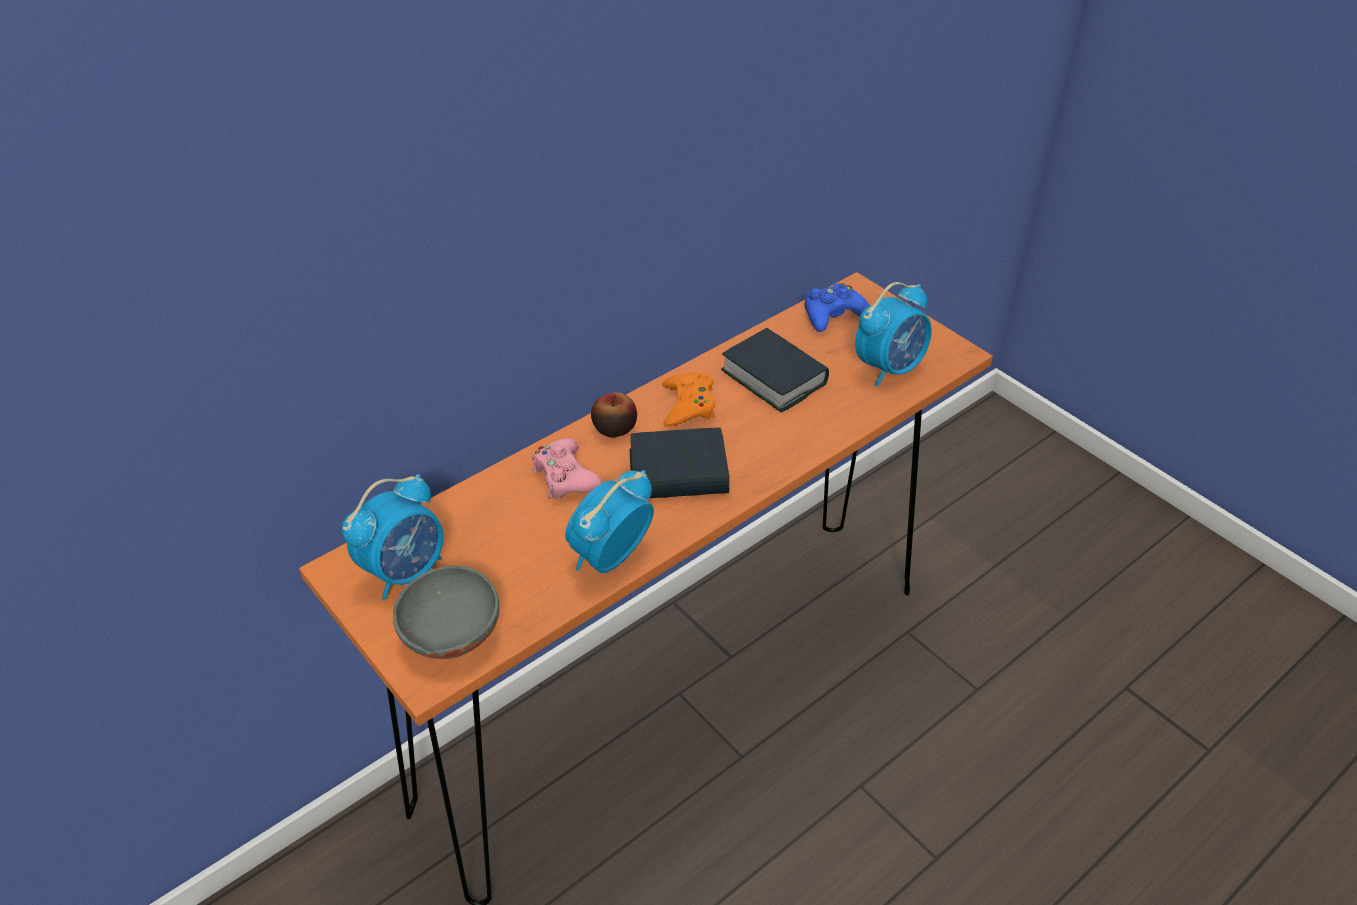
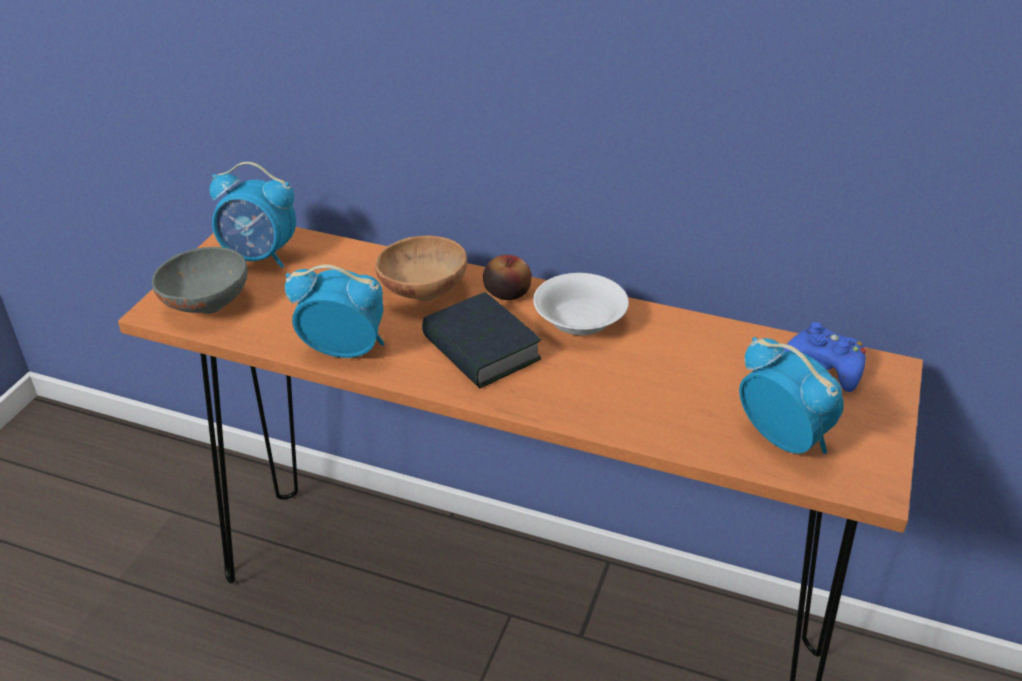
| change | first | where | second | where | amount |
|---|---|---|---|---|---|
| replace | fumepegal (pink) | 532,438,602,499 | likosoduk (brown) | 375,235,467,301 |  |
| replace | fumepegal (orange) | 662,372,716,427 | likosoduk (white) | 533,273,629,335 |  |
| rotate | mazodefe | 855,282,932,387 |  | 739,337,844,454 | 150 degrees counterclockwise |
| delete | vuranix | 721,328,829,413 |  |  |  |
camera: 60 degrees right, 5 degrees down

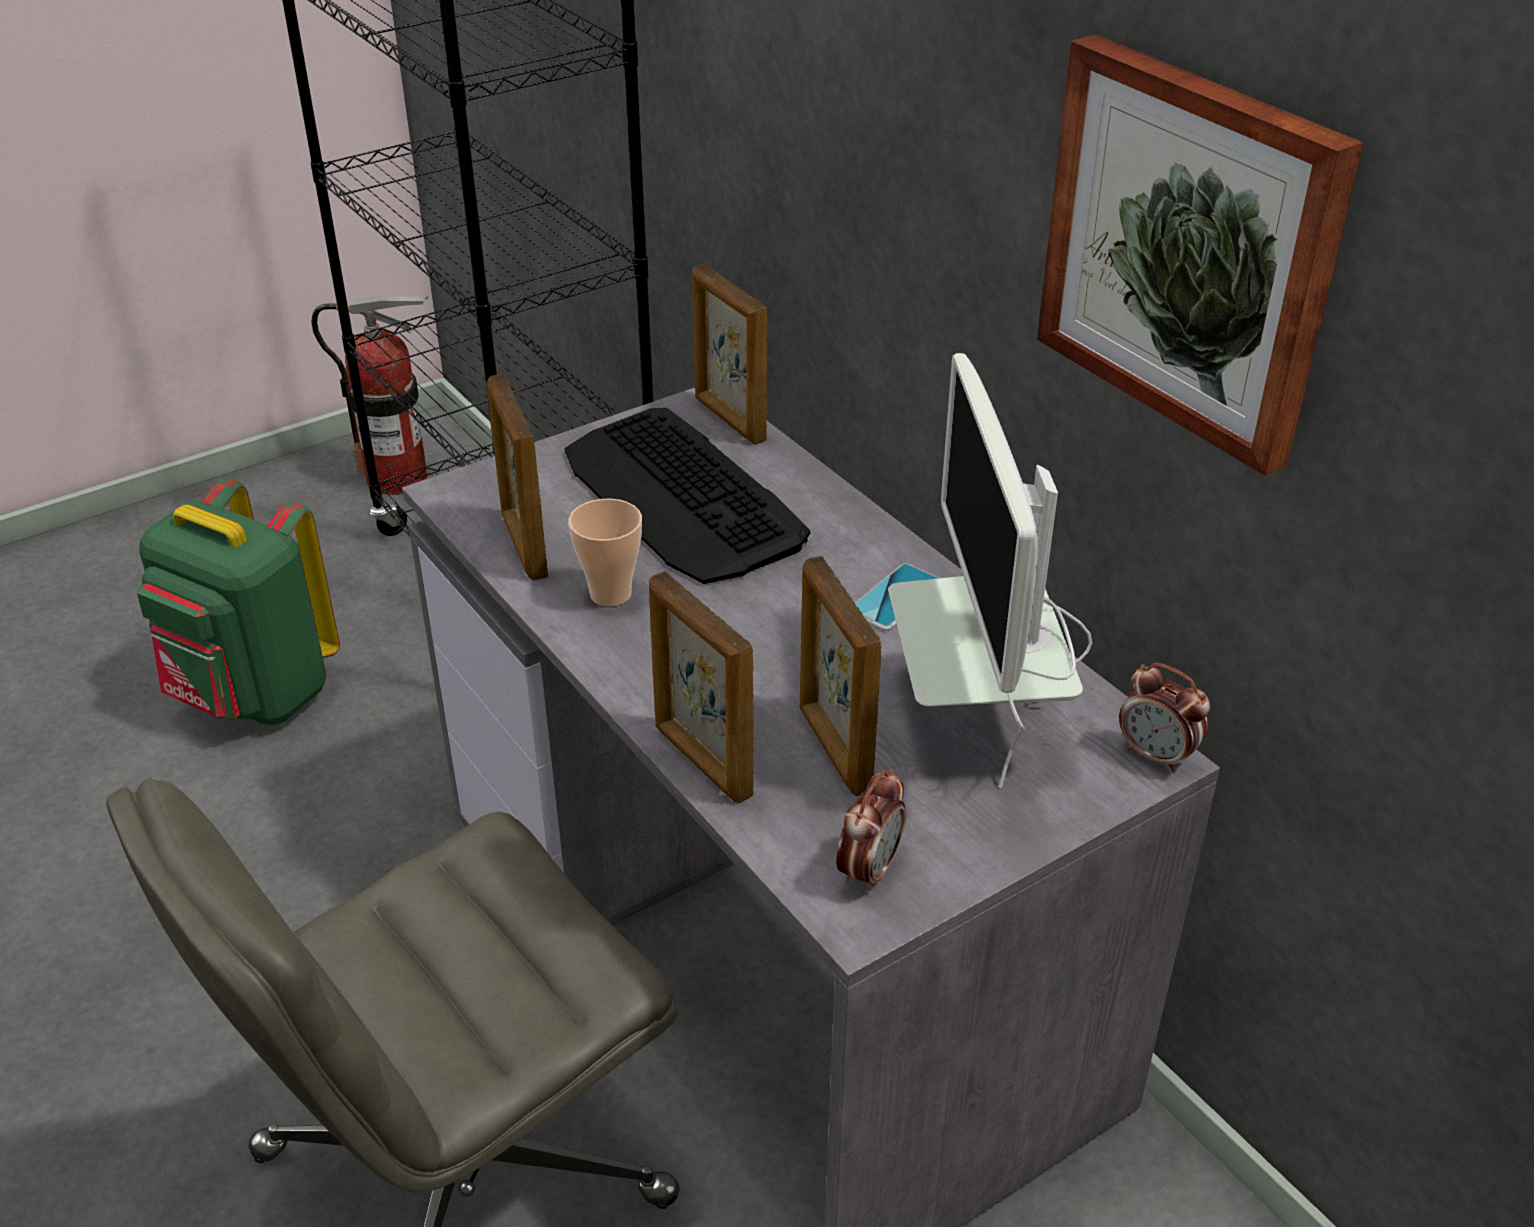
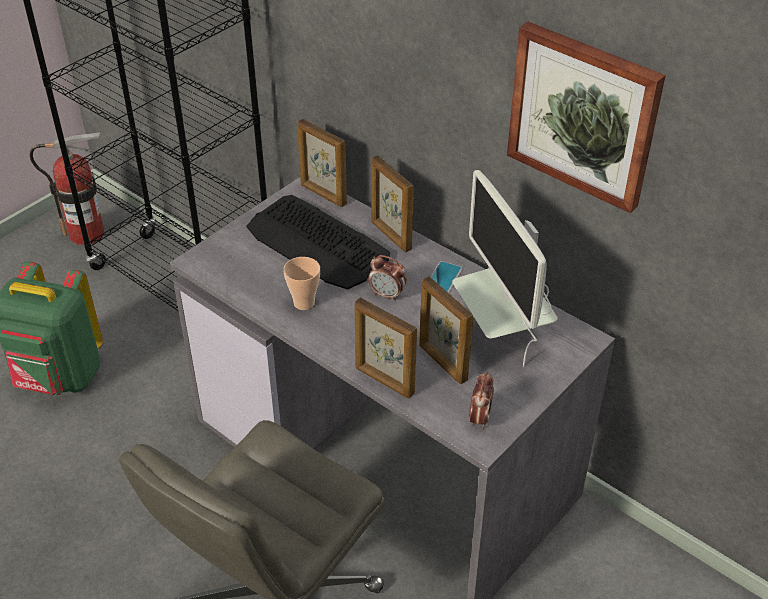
| change | first | where | second | where | amount |
|---|---|---|---|---|---|
| move | mazodefe | 1119,663,1210,773 |  | 368,255,407,301 |  |
| move | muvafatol | 487,374,548,580 |  | 371,155,414,252 |  |
camera: 15 degrees left, 5 degrees up

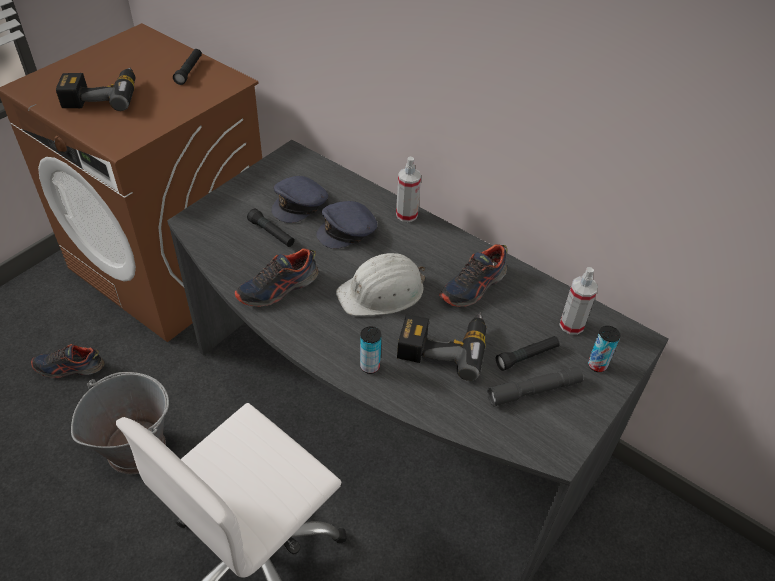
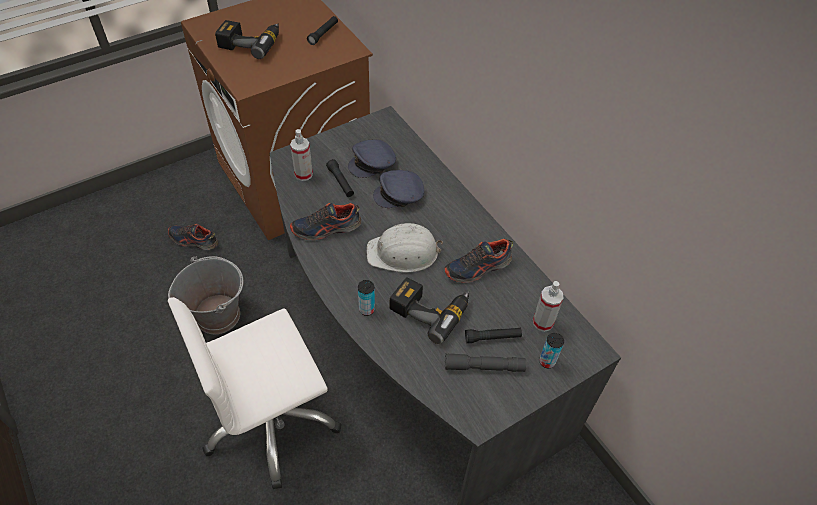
| change | first | where | second | where | amount |
|---|---|---|---|---|---|
| move | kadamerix | 396,157,421,222 |  | 290,129,313,181 |  |
camera: 20 degrees right, 5 degrees up

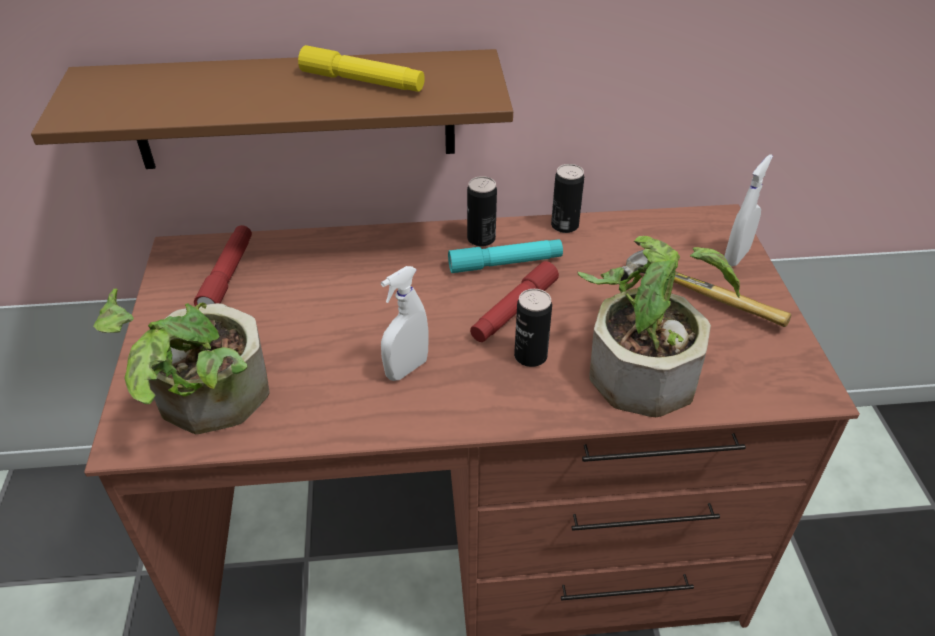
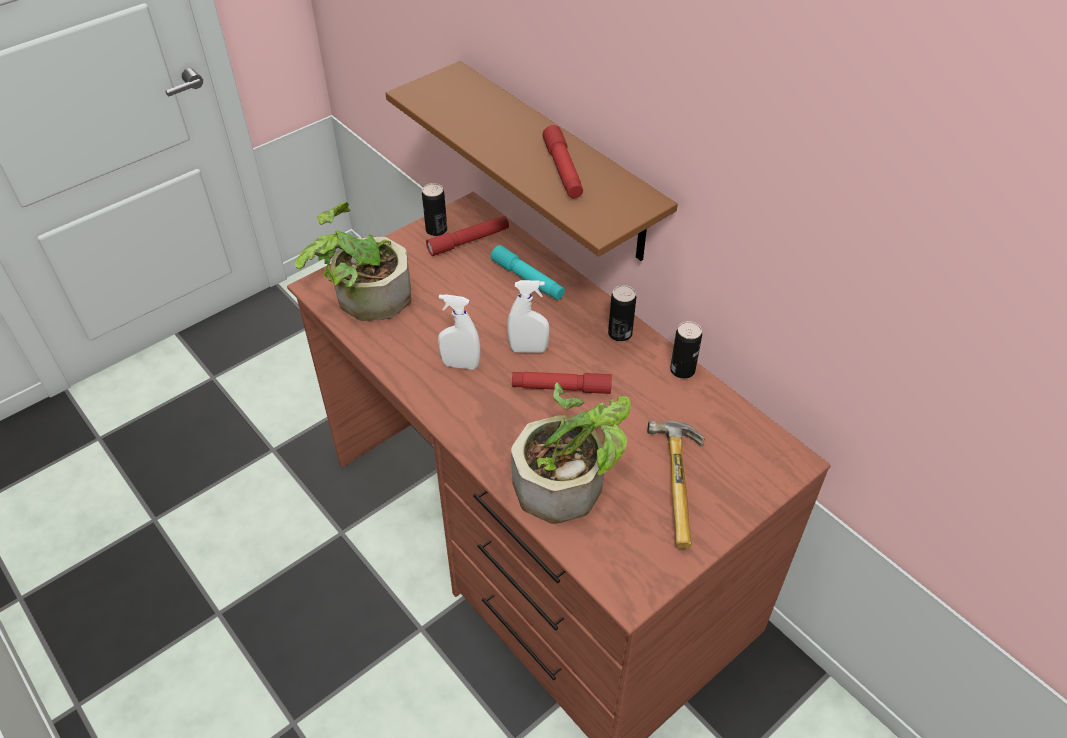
| change | first | where | second | where | amount |
|---|---|---|---|---|---|
| move | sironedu | 514,289,552,367 |  | 422,183,447,236 |  |
| move | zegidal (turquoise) | 448,239,563,273 |  | 491,245,565,300 |  |
| move | kadamerix (white) | 724,154,773,267 |  | 507,280,550,353 |  |
| recolor | zegidal (yellow) | 298,45,425,92 | zegidal (red) | 542,125,583,198 |  |
camera: 55 degrees right, 5 degrees up

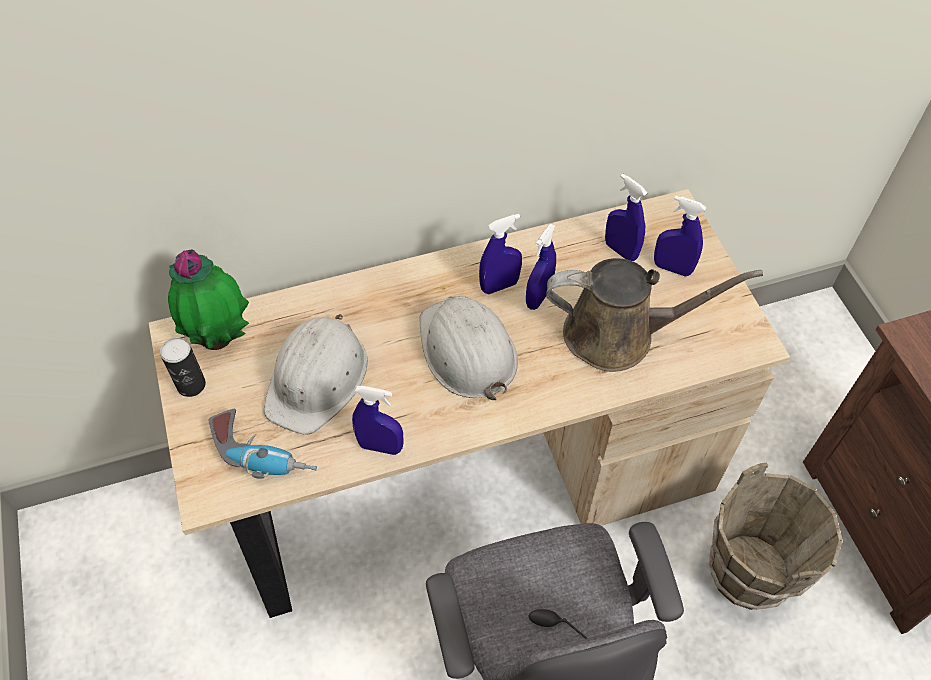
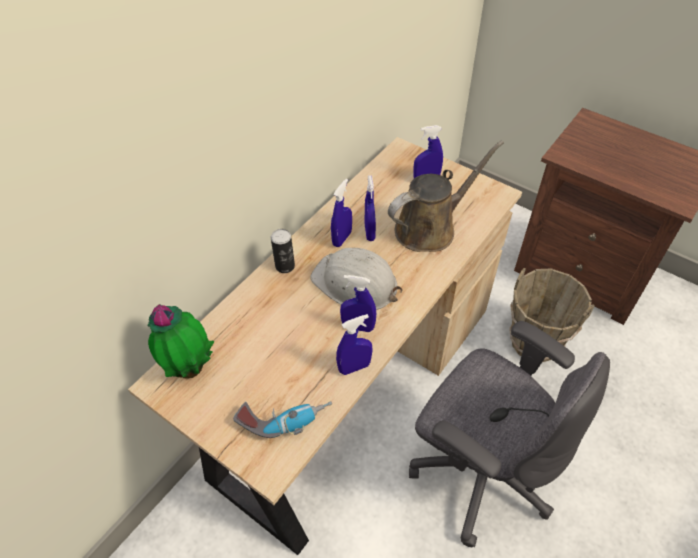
| change | first | where | second | where | amount |
|---|---|---|---|---|---|
| move | sironedu | 160,337,206,397 |  | 271,229,295,273 |  |
| move | kadamerix (blue) | 605,174,647,261 |  | 340,275,376,332 |  |
| delete | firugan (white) | 264,314,368,434 |  |  |  |
camera: 35 degrees left, 5 degrees down

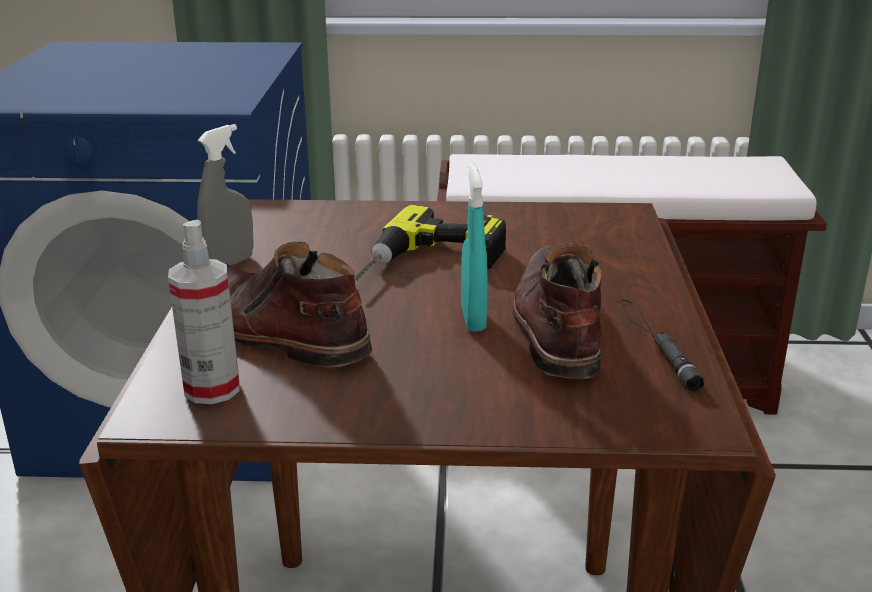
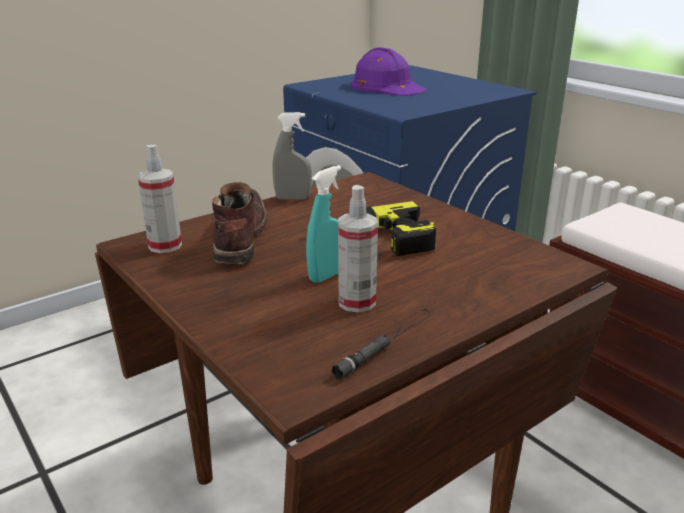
| change | first | where | second | where | amount |
|---|---|---|---|---|---|
| replace | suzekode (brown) | 513,243,602,379 | kadamerix | 338,185,378,313 |  |
| insert |  |  | firugan (purple) | 351,47,427,96 |  |
camera: 50 degrees right, 0 degrees up

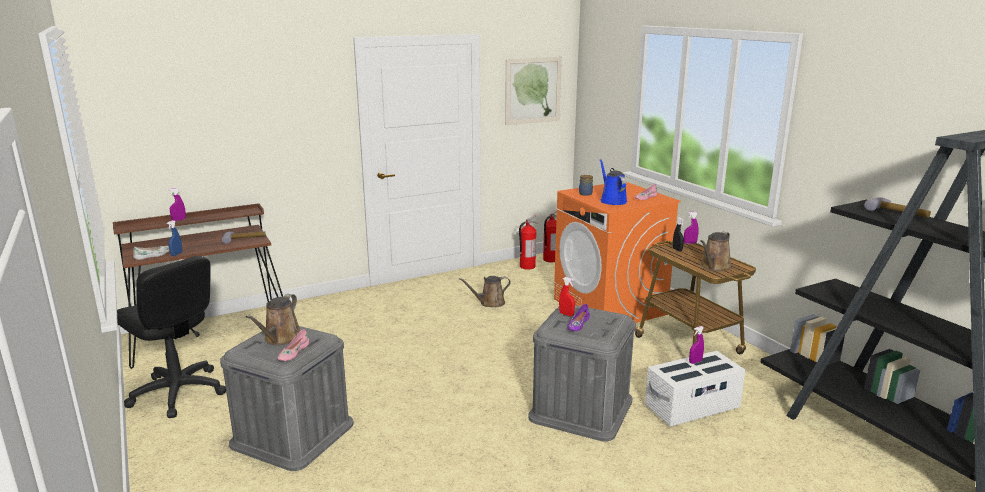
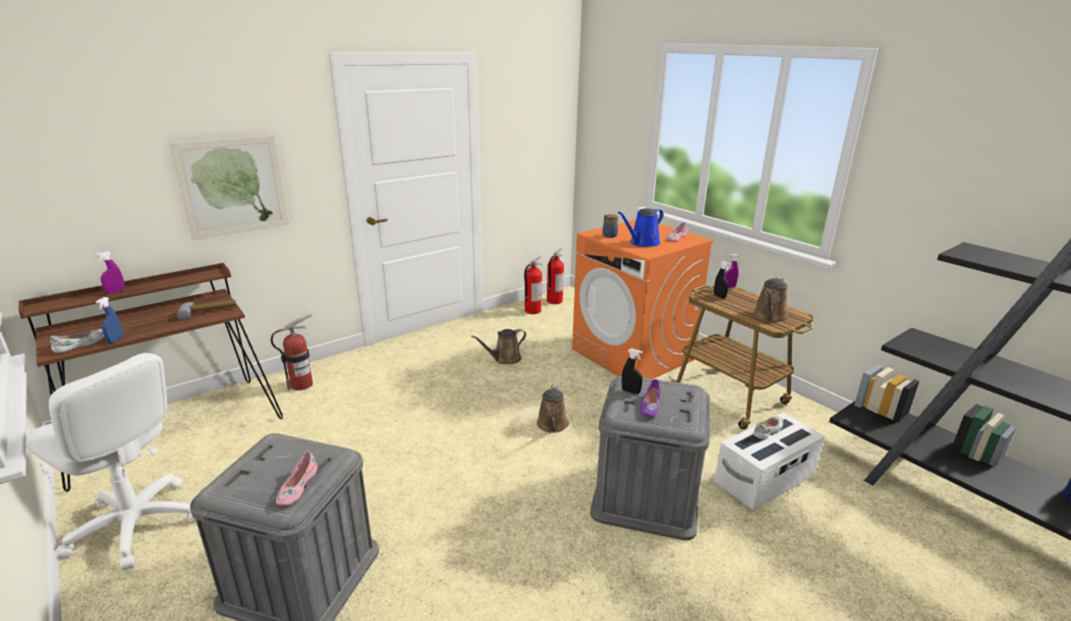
| change | first | where | second | where | amount |
|---|---|---|---|---|---|
| recolor | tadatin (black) | 117,256,226,418 | tadatin (white) | 26,353,196,570 |  |
| move | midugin | 505,57,562,125 |  | 169,135,289,240 |  |
| insert |  |  | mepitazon | 271,314,313,391 |  |
| move | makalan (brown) | 246,294,300,345 |  | 537,384,569,433 |  |
| rotate | makalan (blue) | 600,159,627,205 |  | 618,208,664,247 | 105 degrees counterclockwise |
| recolor | kadamerix (red) | 559,277,575,316 | kadamerix (black) | 622,348,643,394 |  |
| replace | kadamerix (purple) | 689,326,704,364 | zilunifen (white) | 754,416,783,439 |  |
| delete | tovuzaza | 864,197,931,218 |  |  |  |
camera: 10 degrees left, 5 degrees up

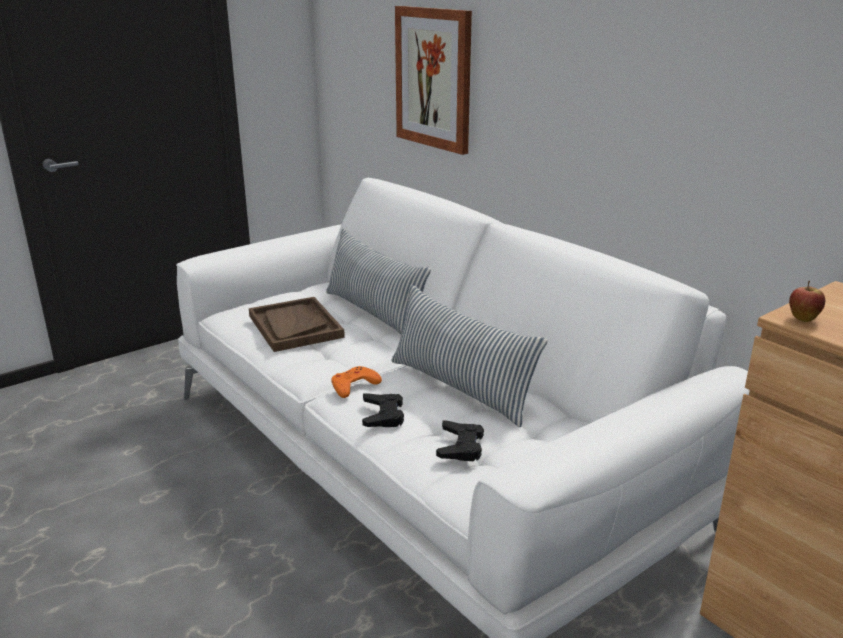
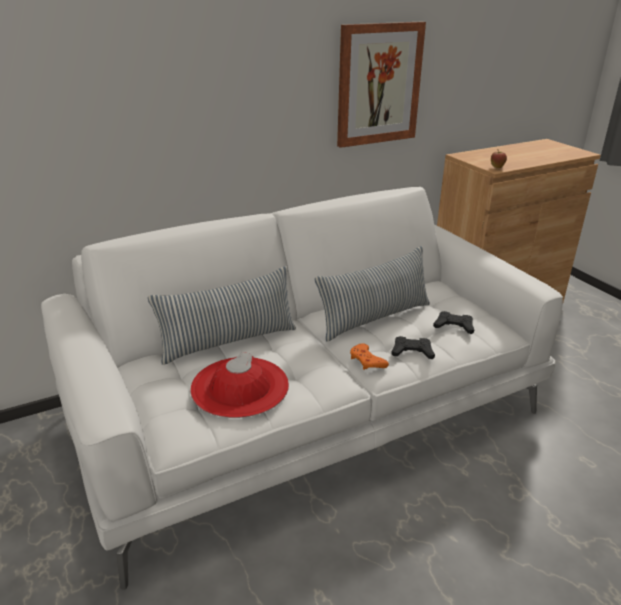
| change | first | where | second | where | amount |
|---|---|---|---|---|---|
| replace | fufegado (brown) | 249,297,345,352 | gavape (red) | 190,352,289,418 |  |
| move | midugin | 395,6,472,155 |  | 337,22,426,148 |  |
camera: 80 degrees left, 5 degrees up

